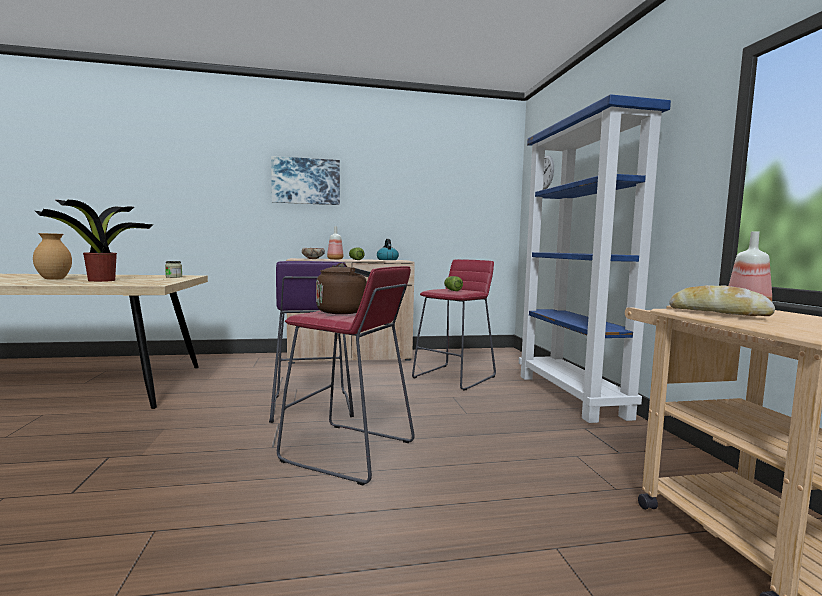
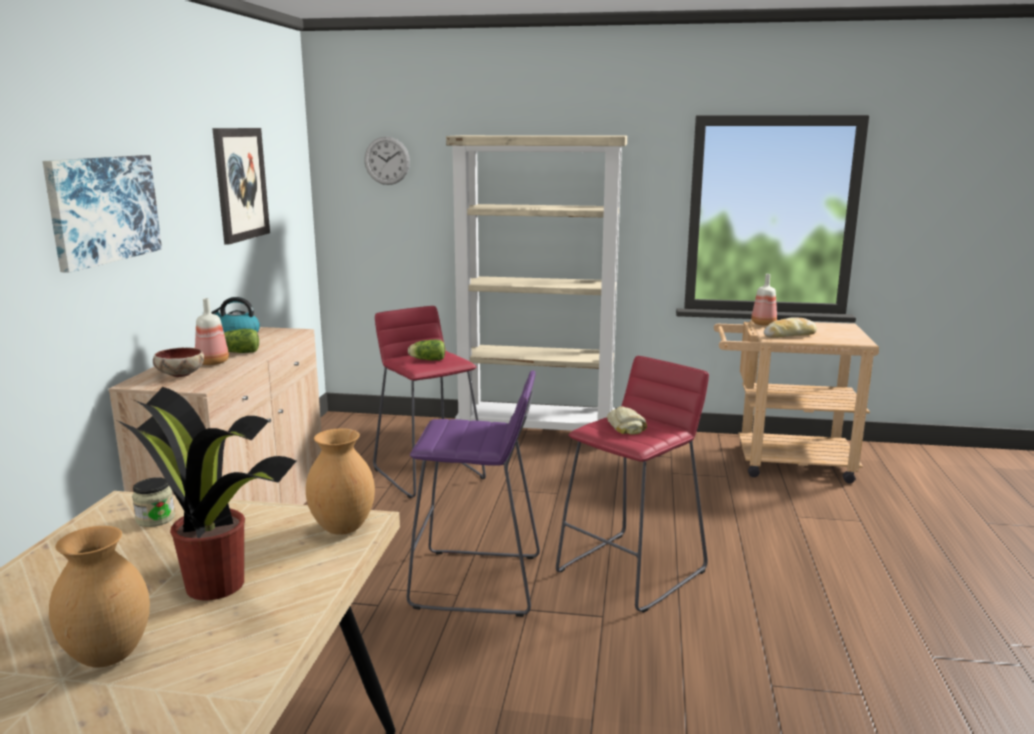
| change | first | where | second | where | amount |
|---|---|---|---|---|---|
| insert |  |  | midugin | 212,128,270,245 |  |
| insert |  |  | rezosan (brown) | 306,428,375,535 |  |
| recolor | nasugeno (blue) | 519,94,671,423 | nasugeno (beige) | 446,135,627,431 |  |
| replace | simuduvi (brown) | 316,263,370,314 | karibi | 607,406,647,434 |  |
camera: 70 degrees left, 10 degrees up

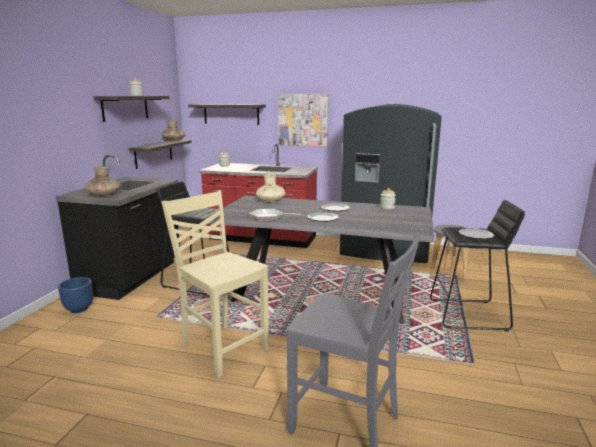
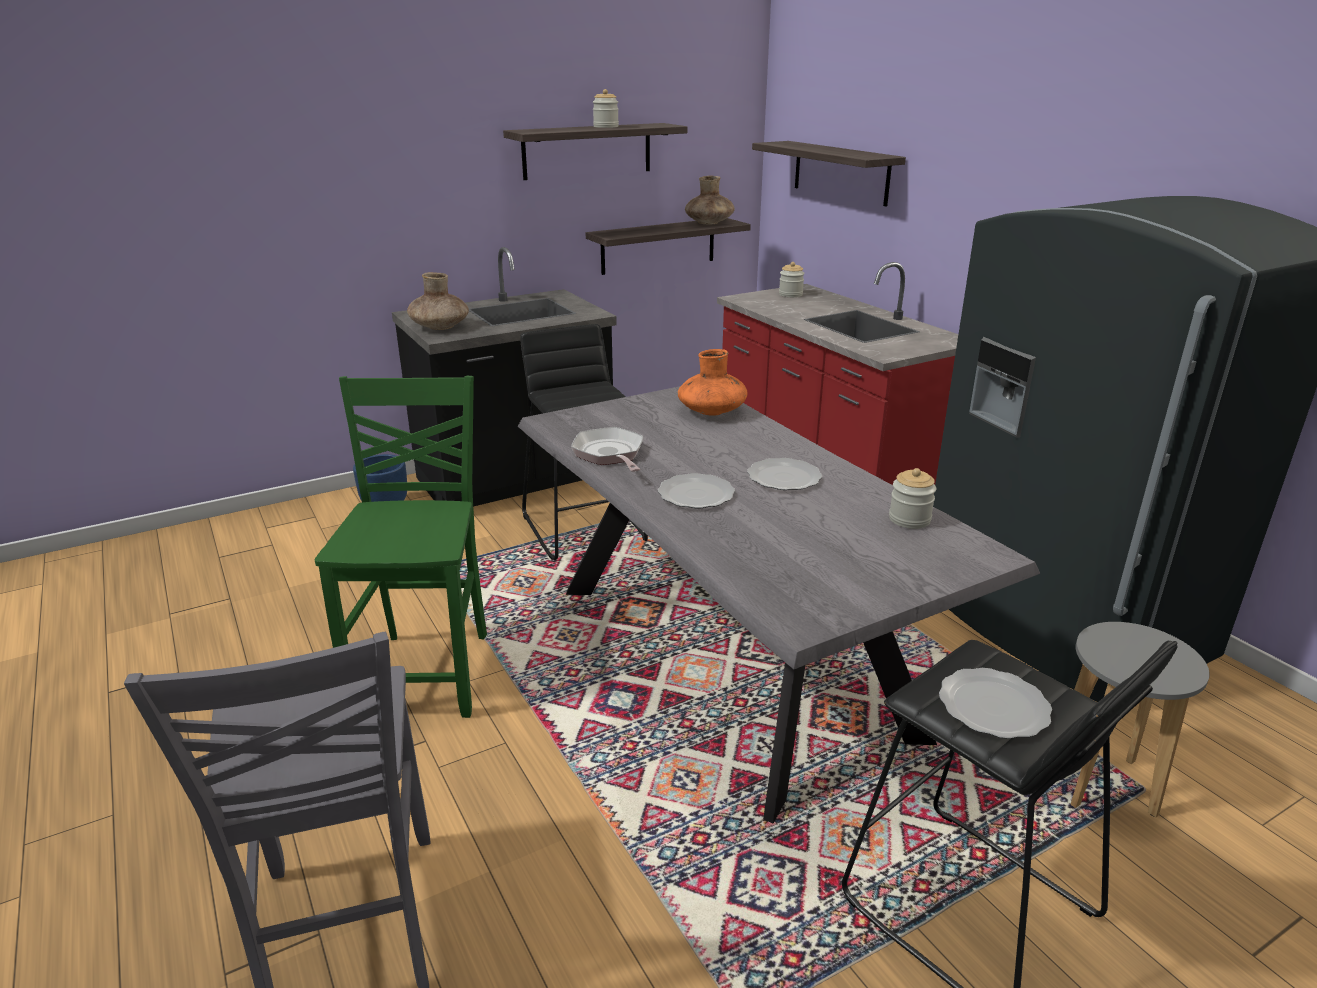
| change | first | where | second | where | amount |
|---|---|---|---|---|---|
| recolor | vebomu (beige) | 161,191,269,378 | vebomu (green) | 315,376,487,718 |  |
| recolor | rezosan (beige) | 256,174,285,202 | rezosan (orange) | 677,349,748,416 |  |
| delete | midugin | 278,94,328,147 |  |  |  |
camera: 45 degrees right, 10 degrees up

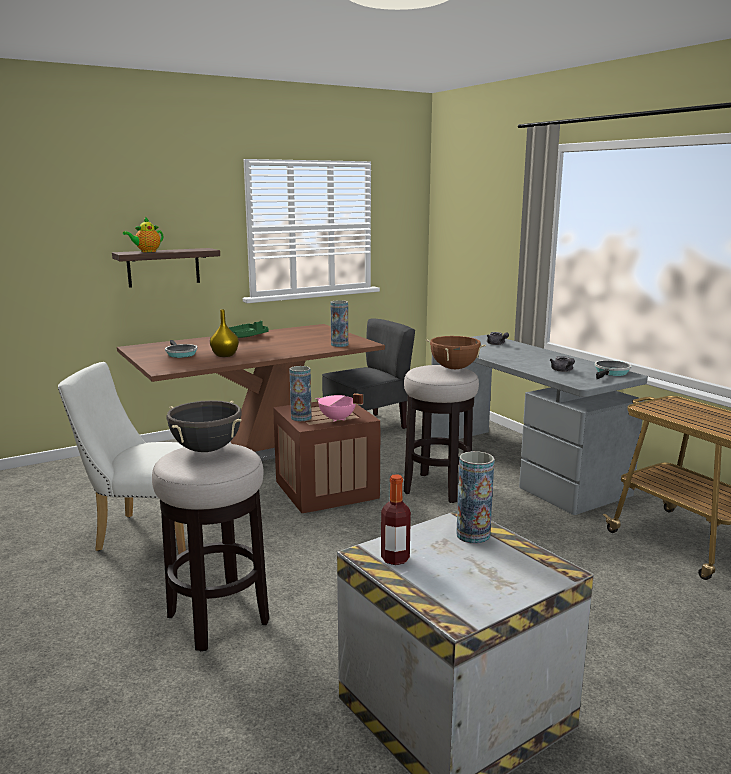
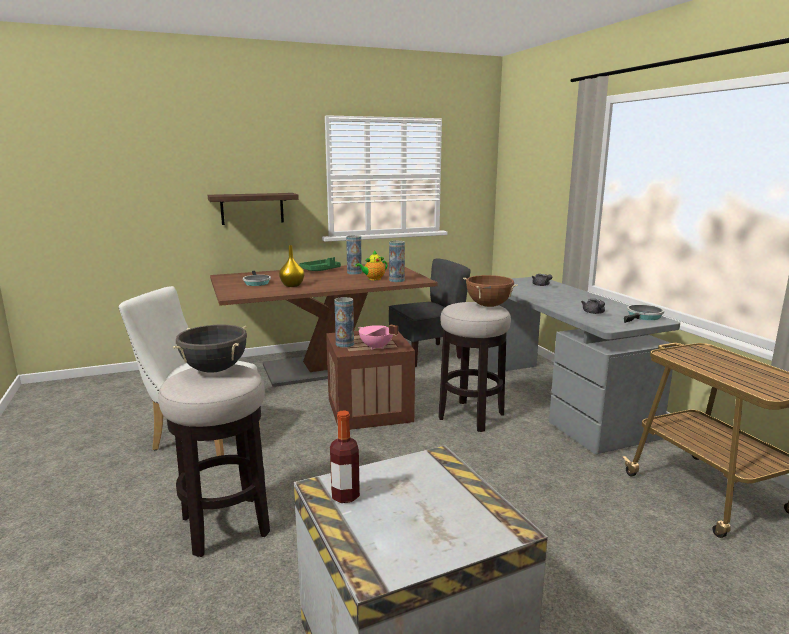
| change | first | where | second | where | amount |
|---|---|---|---|---|---|
| move | rezosan | 456,451,494,544 |  | 346,235,362,275 |  |
| move | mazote | 123,217,163,252 |  | 355,250,387,280 |  |
camera: 10 degrees right, 0 degrees up

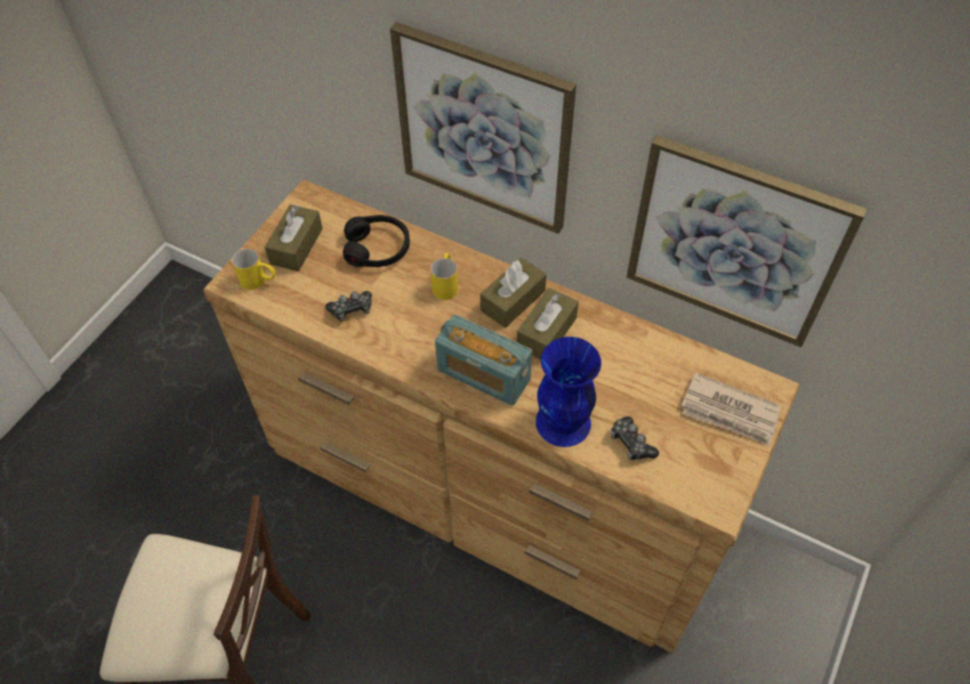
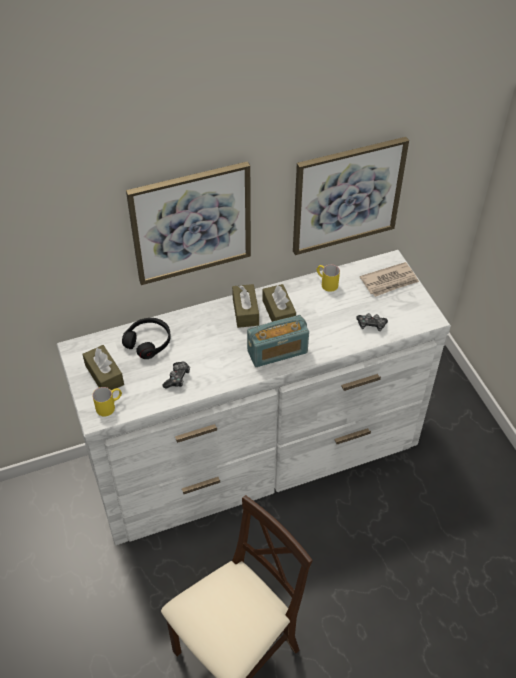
| change | first | where | second | where | amount |
|---|---|---|---|---|---|
| recolor | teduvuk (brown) | 204,180,800,653 | teduvuk (white) | 56,250,451,545 |  |
| move | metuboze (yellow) | 430,253,458,300 |  | 316,265,340,292 |  |
| delete | rezosan (blue) | 536,337,601,447 |  |  |  |
camera: 50 degrees left, 5 degrees down

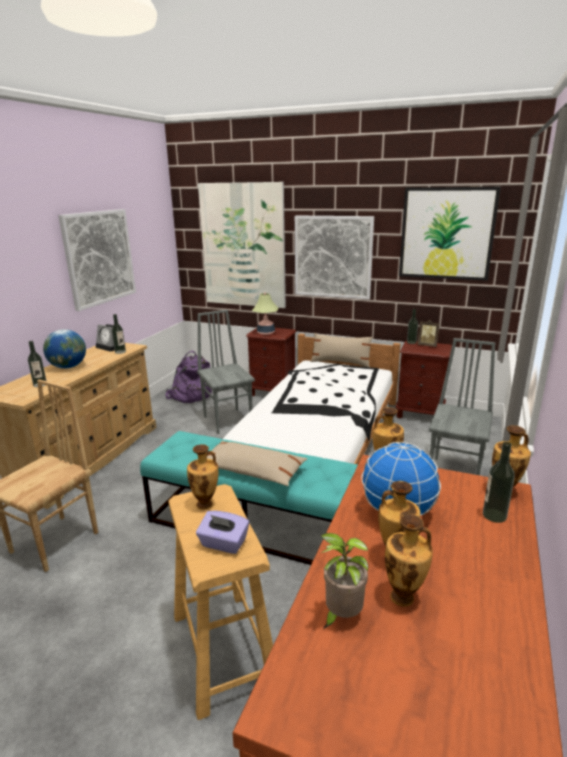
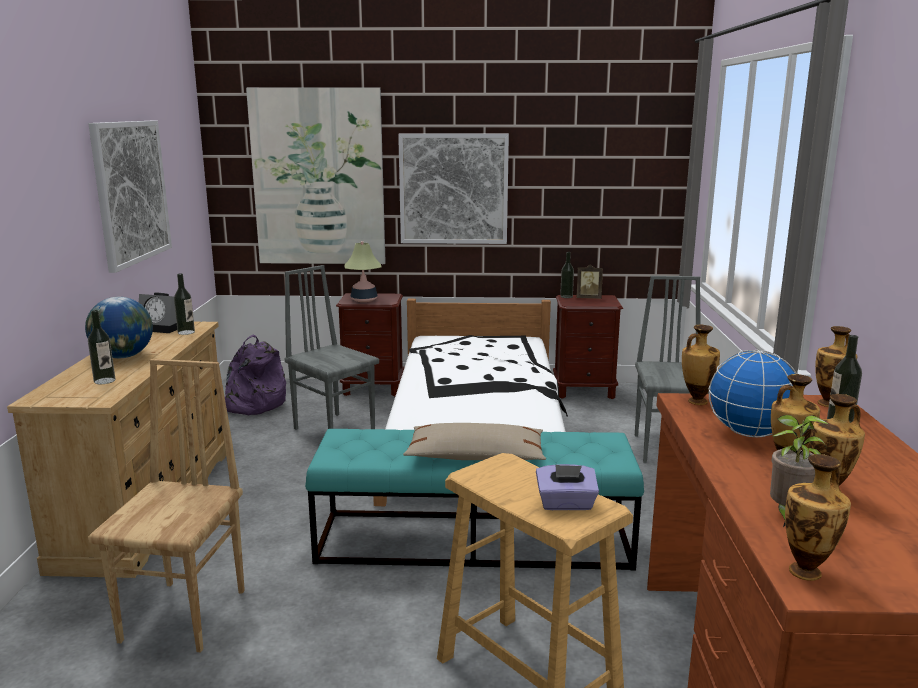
| change | first | where | second | where | amount |
|---|---|---|---|---|---|
| move | rezosan | 187,444,218,509 |  | 785,454,851,581 |  |
| delete | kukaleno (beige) | 311,333,373,368 |  |  |  |
| delete | midugin | 399,187,501,281 |  |  |  |
camera: 20 degrees left, 5 degrees down

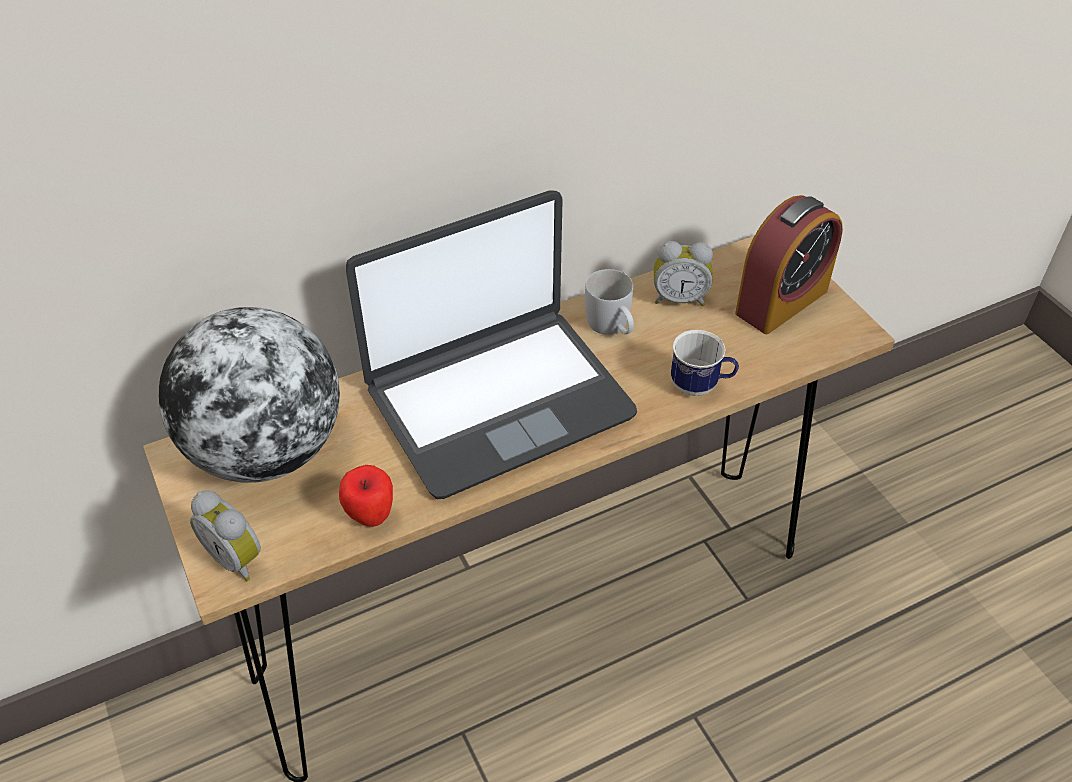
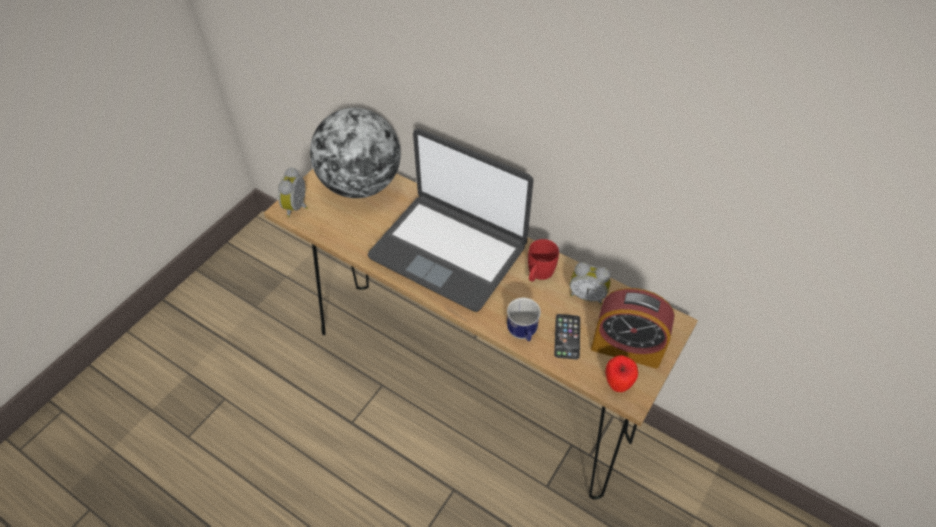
| change | first | where | second | where | amount |
|---|---|---|---|---|---|
| recolor | metuboze (white) | 585,269,634,335 | metuboze (red) | 528,239,559,282 |  |
| insert |  |  | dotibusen | 554,314,580,360 |  |
| rotate | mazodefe | 654,241,713,306 |  | 570,262,610,305 | 45 degrees counterclockwise |
| move | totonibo | 339,465,393,527 |  | 605,355,638,392 |  |
camera: 60 degrees right, 5 degrees up

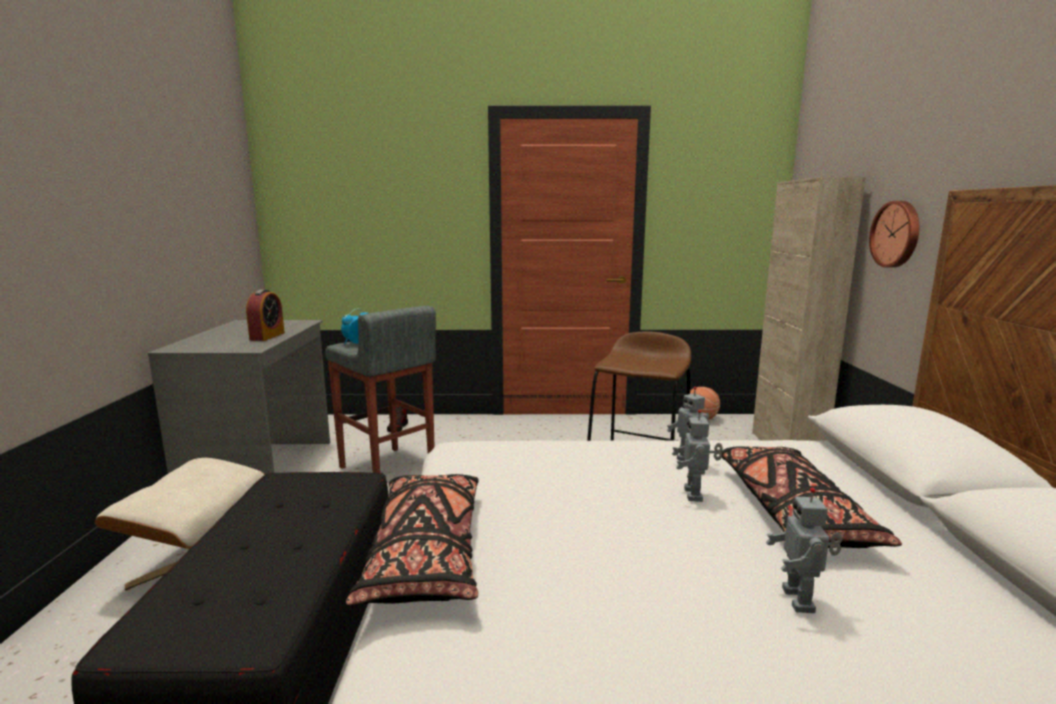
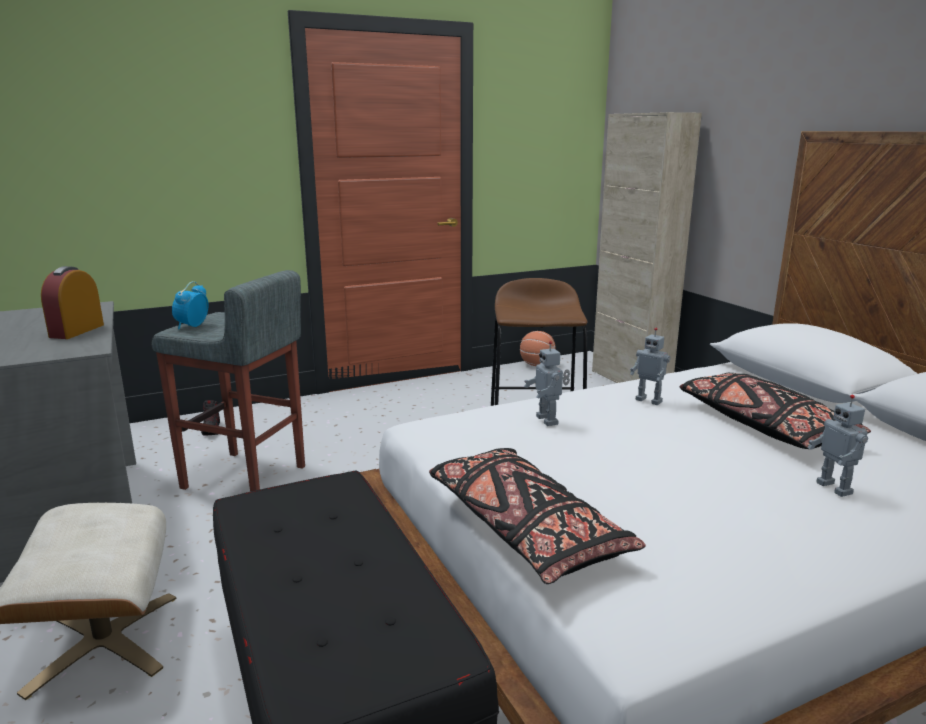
| change | first | where | second | where | amount |
|---|---|---|---|---|---|
| rotate | mazodefe | 246,290,285,341 |  | 41,266,104,339 | 150 degrees counterclockwise |
| move | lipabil | 672,410,723,502 |  | 524,341,570,426 |  |
| delete | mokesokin | 869,201,919,267 |  |  |  |
camera: 25 degrees left, 5 degrees up

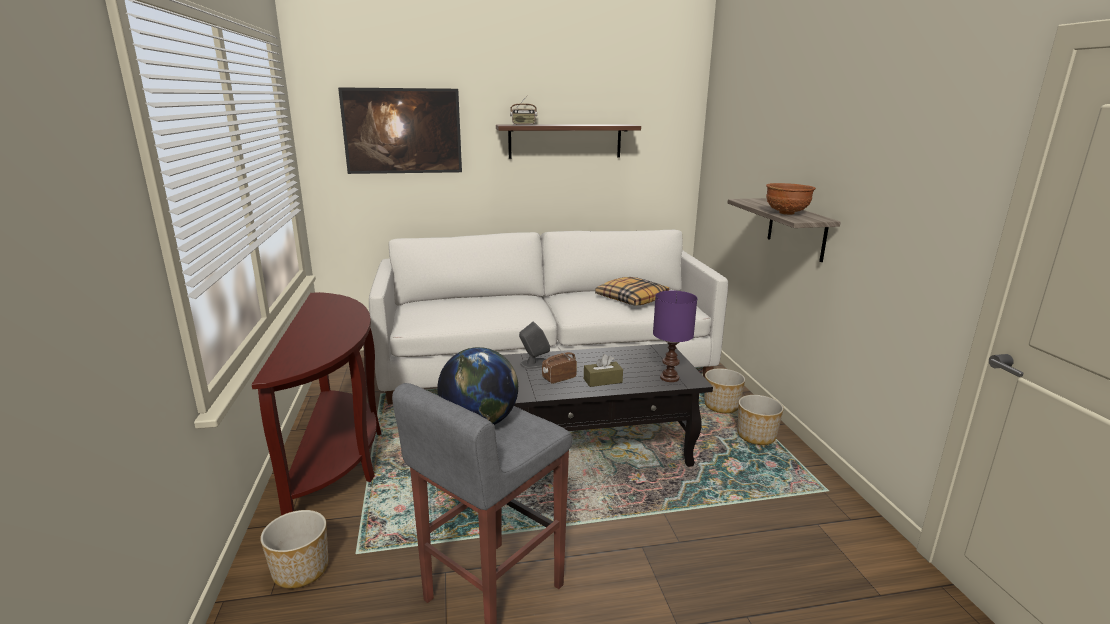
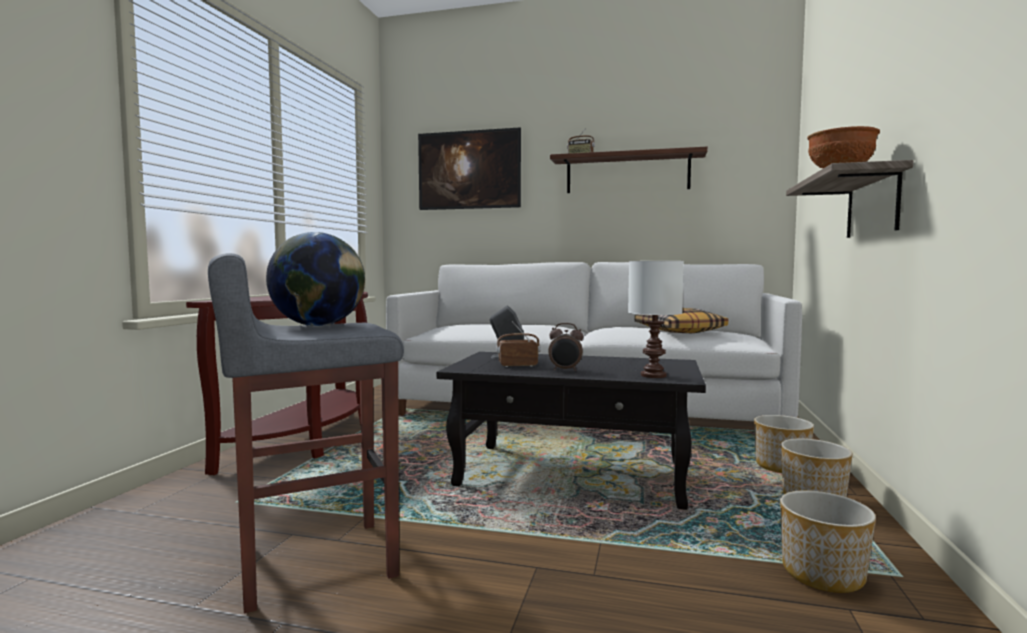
| change | first | where | second | where | amount |
|---|---|---|---|---|---|
| replace | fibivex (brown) | 584,354,623,387 | mazodefe | 548,323,583,371 |  |
| recolor | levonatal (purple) | 653,290,697,382 | levonatal (white) | 628,261,684,378 |  |
| move | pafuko | 260,510,328,589 |  | 780,490,876,593 |  |
camera: 25 degrees right, 15 degrees down

